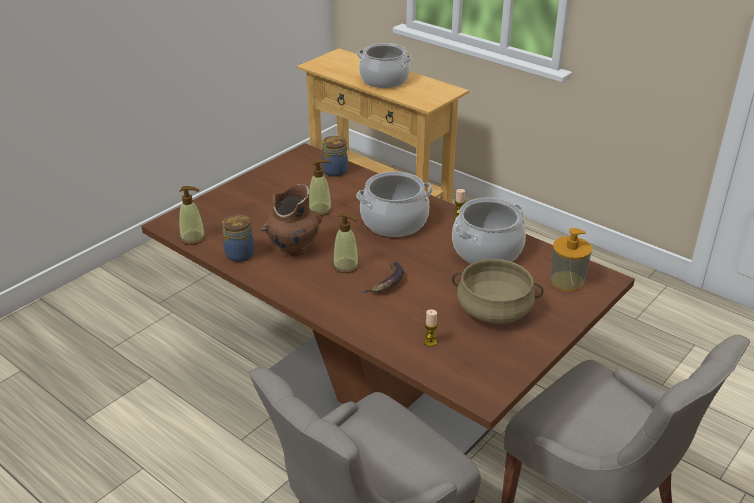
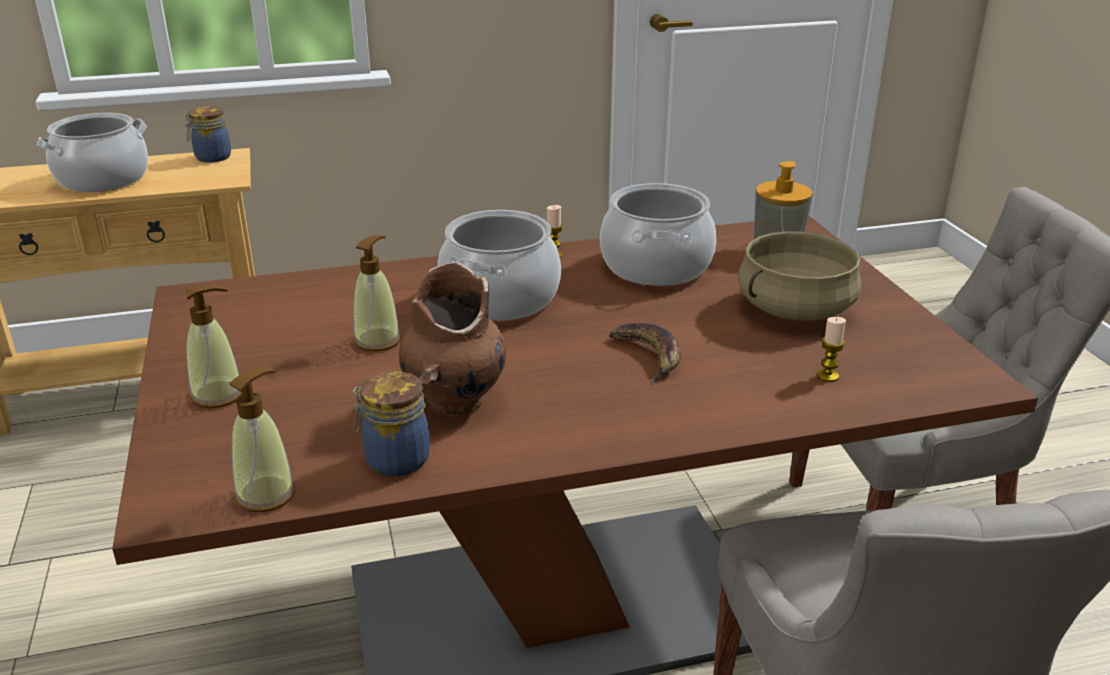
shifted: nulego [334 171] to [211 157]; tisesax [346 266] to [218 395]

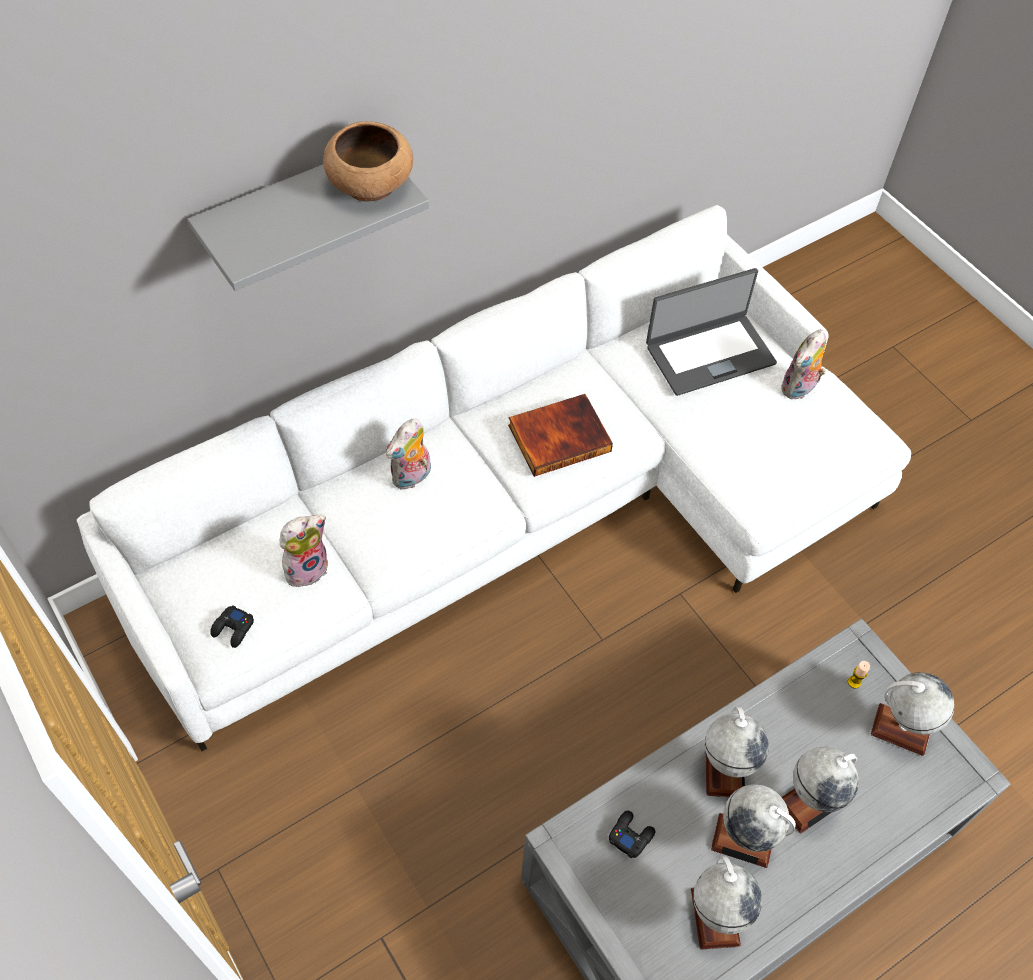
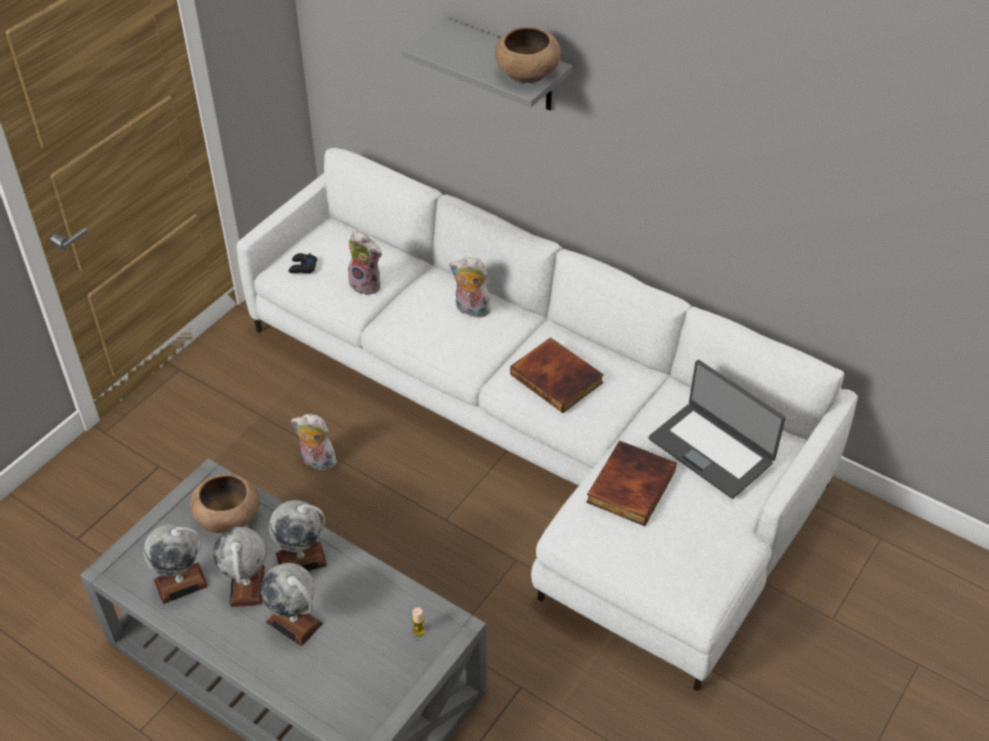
gone: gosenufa [900 729]
new: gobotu [629 485]
shifted: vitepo [799 389] to [316 462]
swapped: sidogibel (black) [630 835] to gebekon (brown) [228 517]

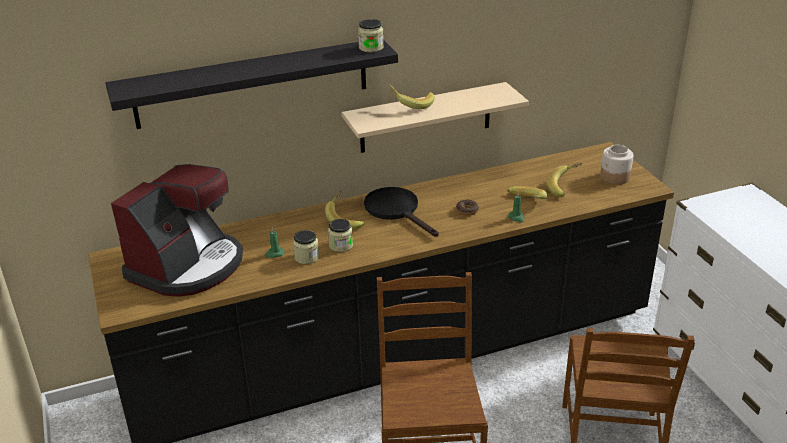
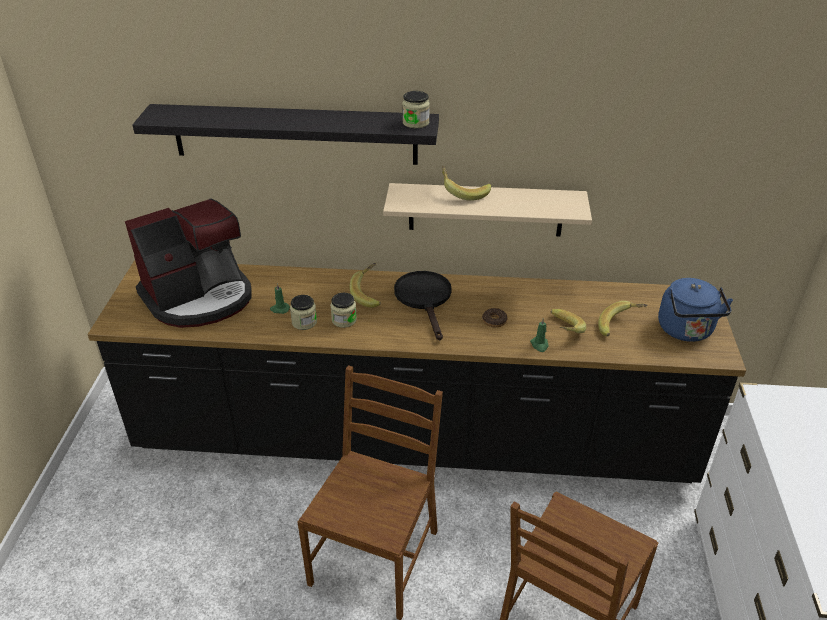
swapped: nulego [614 177] to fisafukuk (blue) [686 331]

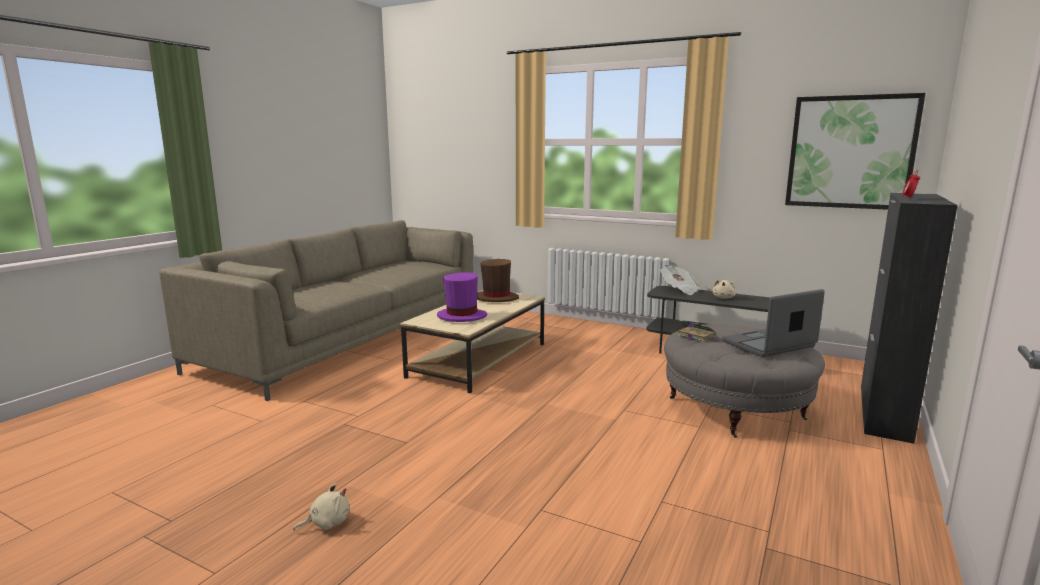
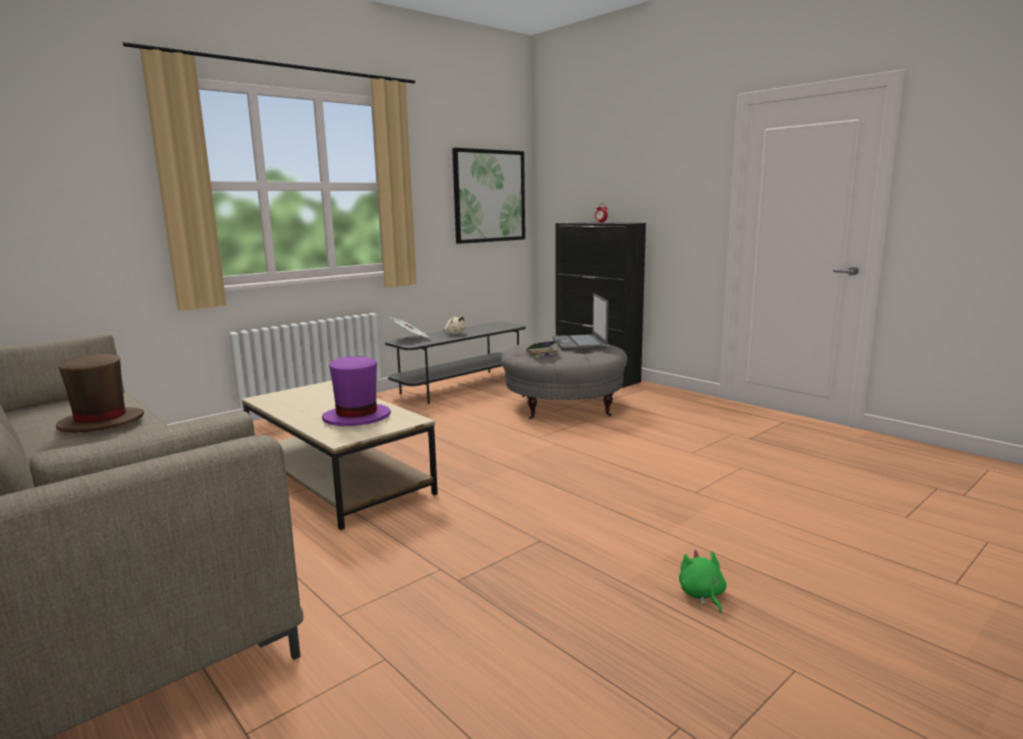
shifted: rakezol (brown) [496 298] to [101 423]
repainted: vitepo (beige) [327 523] to vitepo (green) [702 595]

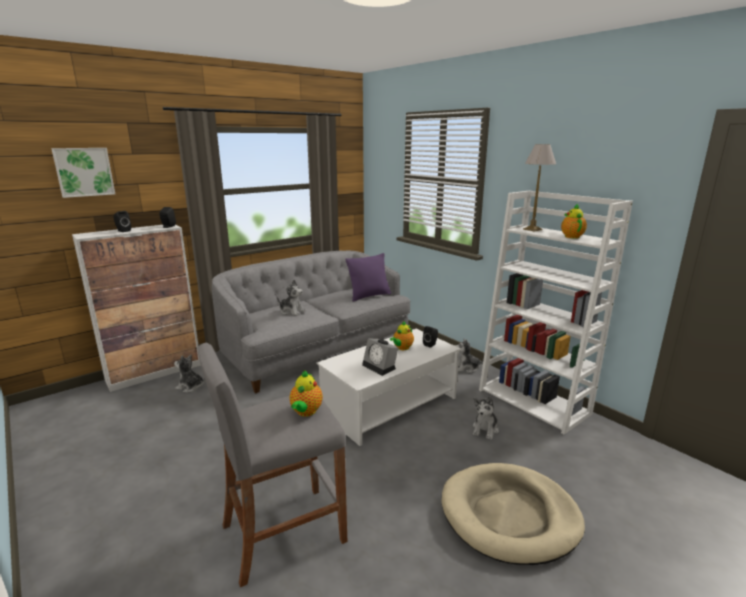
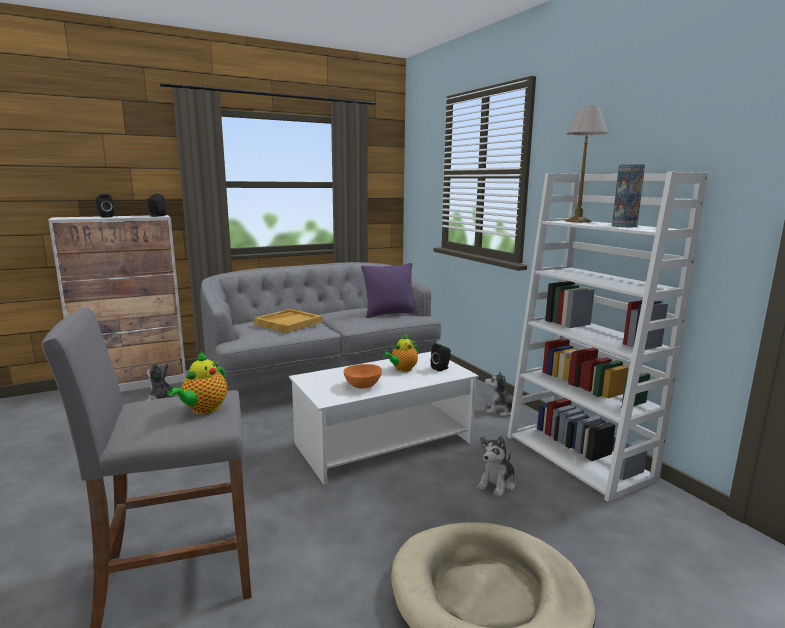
gone: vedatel [84 172]
swapped: vitepo [292 311] to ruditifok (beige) [288 323]; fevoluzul [380 367] to gebekon (orange) [363 386]; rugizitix [571 236] to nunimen [624 226]

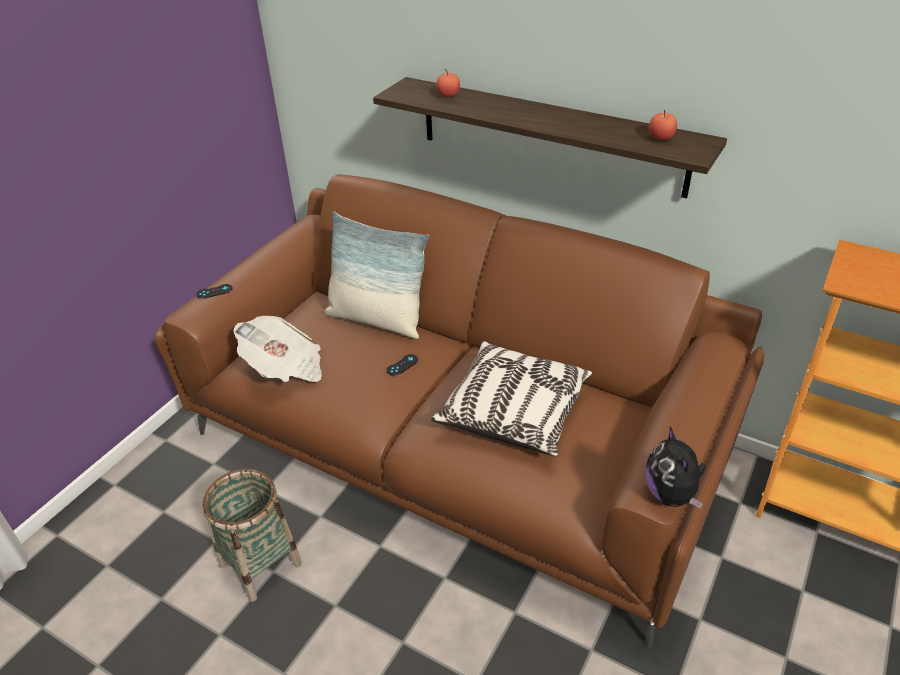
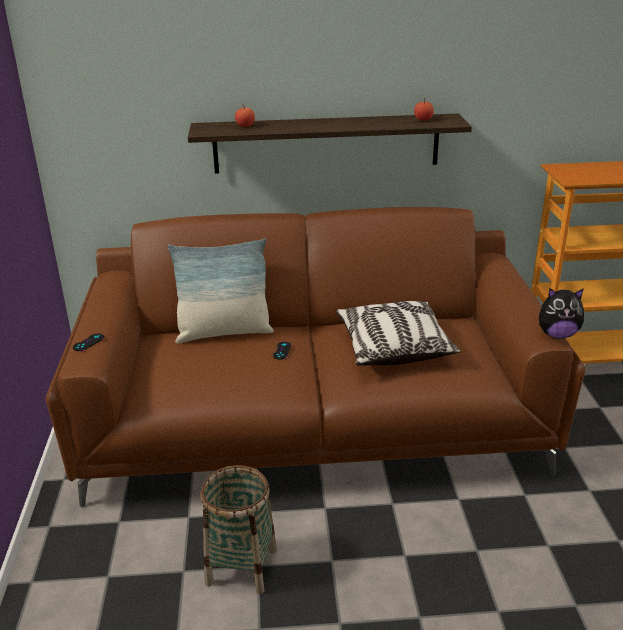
gone: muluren [285 367]
rotated: vitepo [671 494] = [557 335] 45 degrees counterclockwise

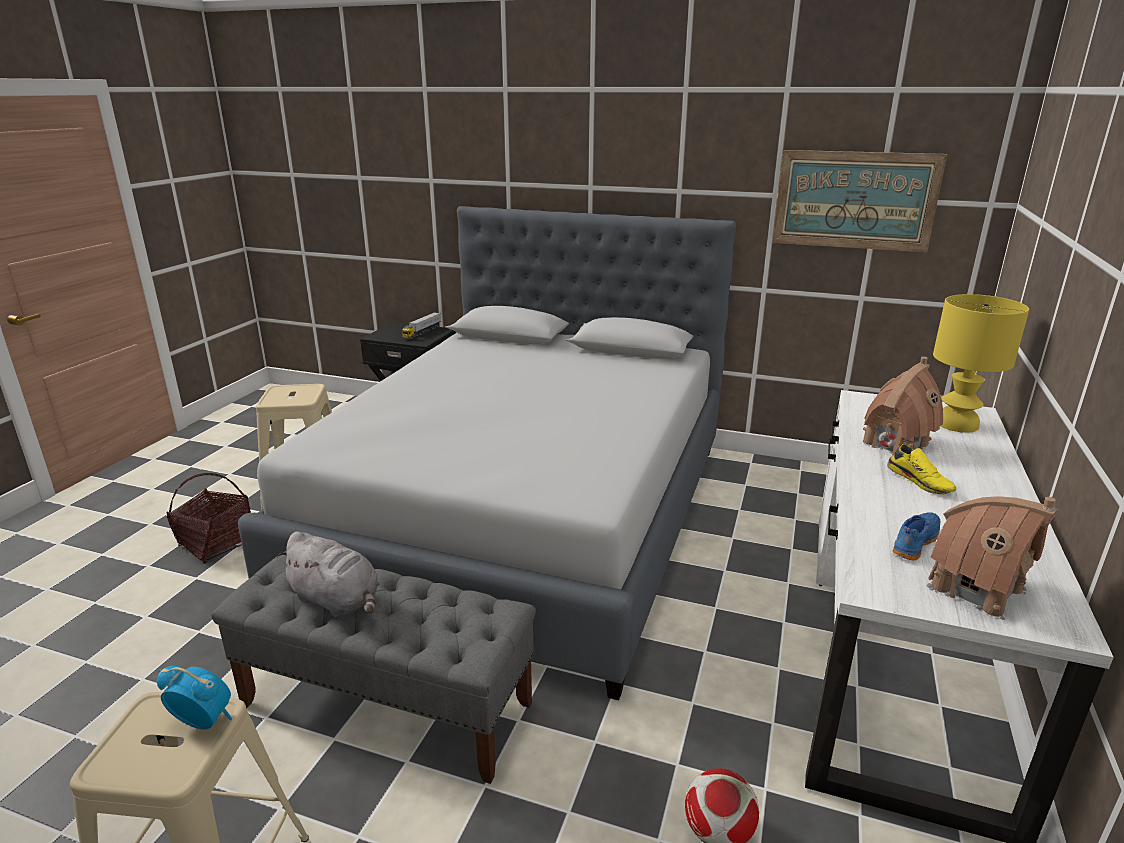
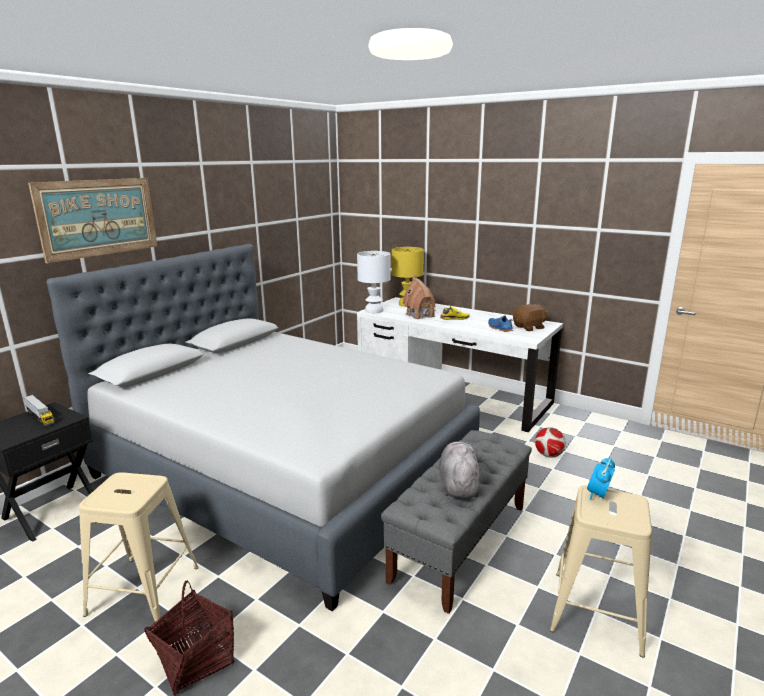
new: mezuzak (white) [374 310]
shifted: vedatel [854 200] to [98 217]
swapped: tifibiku [977 589] to vitepo (brown) [529 327]
rotated: vitepo (grey) [337 600] = [458 485] 45 degrees counterclockwise

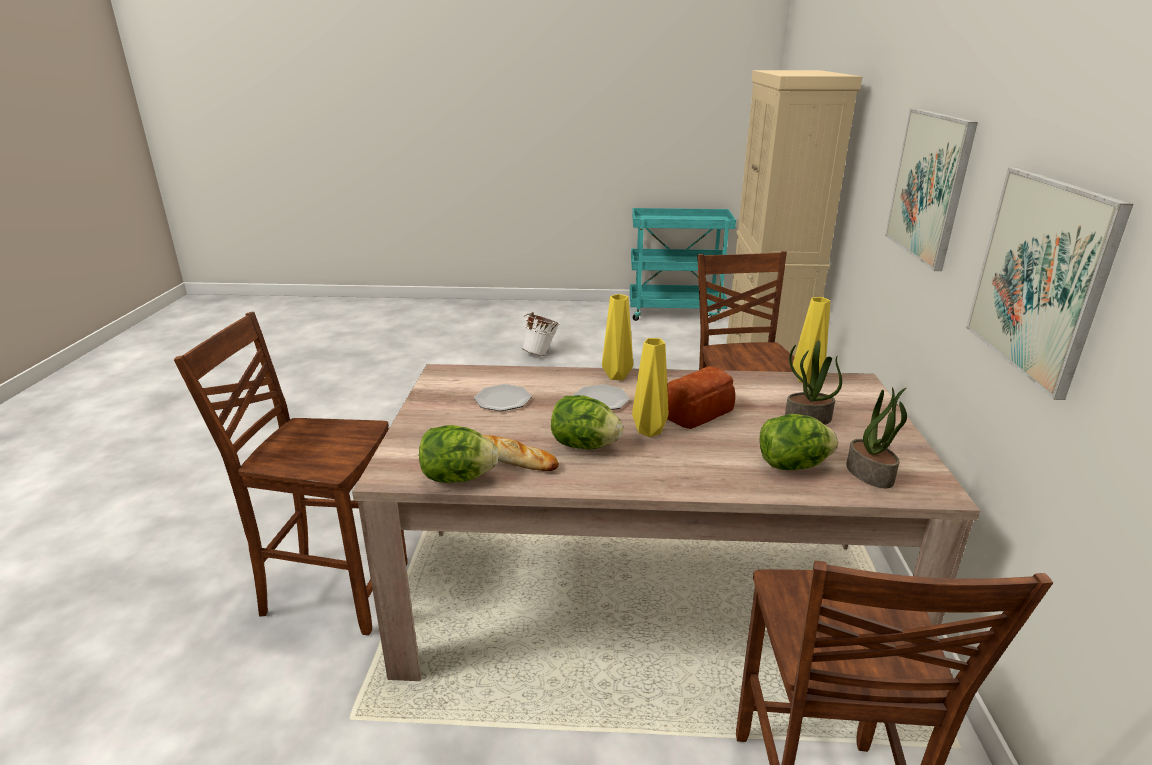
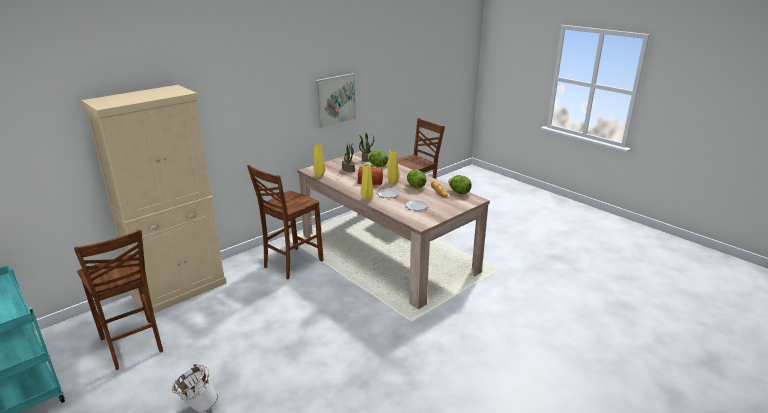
gone: vedatel [929 186]
shifted: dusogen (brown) [332 589] to [132 346]

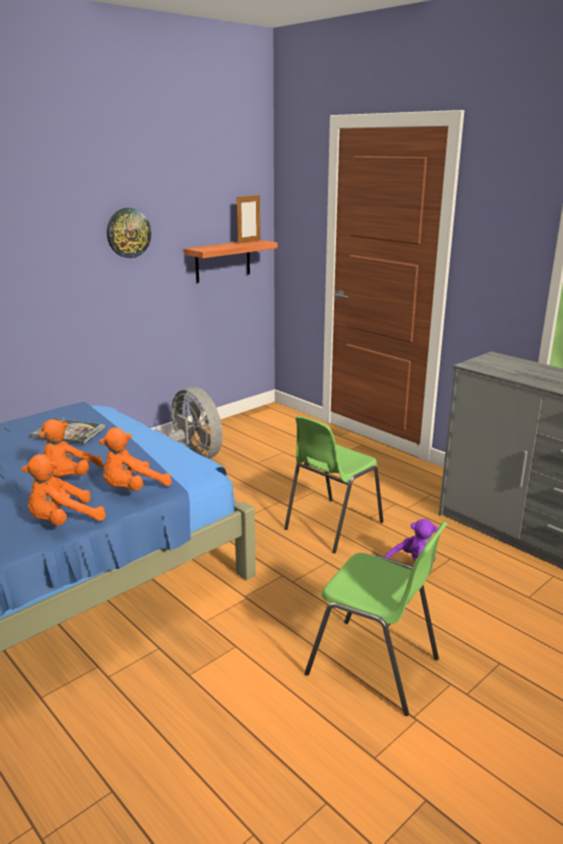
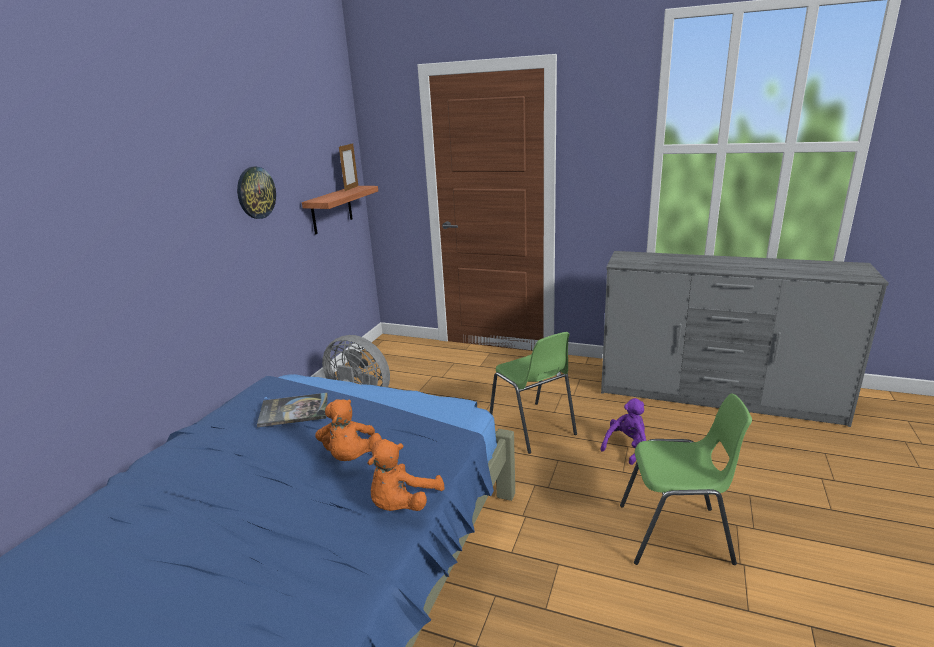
gone: vitepo (orange) [132 489]
rotated: dusogen (green) [332 525] = [532 428] 45 degrees counterclockwise

